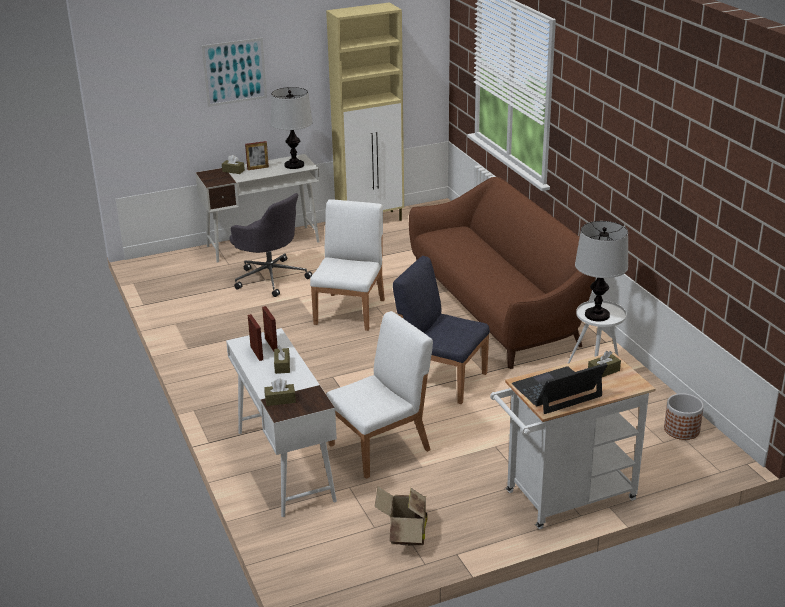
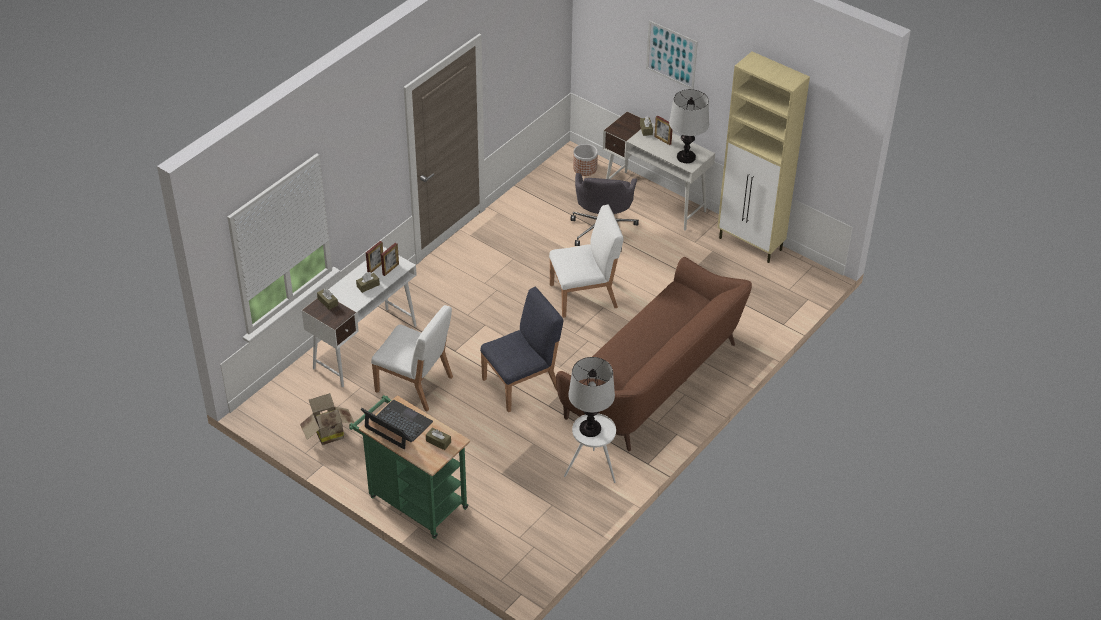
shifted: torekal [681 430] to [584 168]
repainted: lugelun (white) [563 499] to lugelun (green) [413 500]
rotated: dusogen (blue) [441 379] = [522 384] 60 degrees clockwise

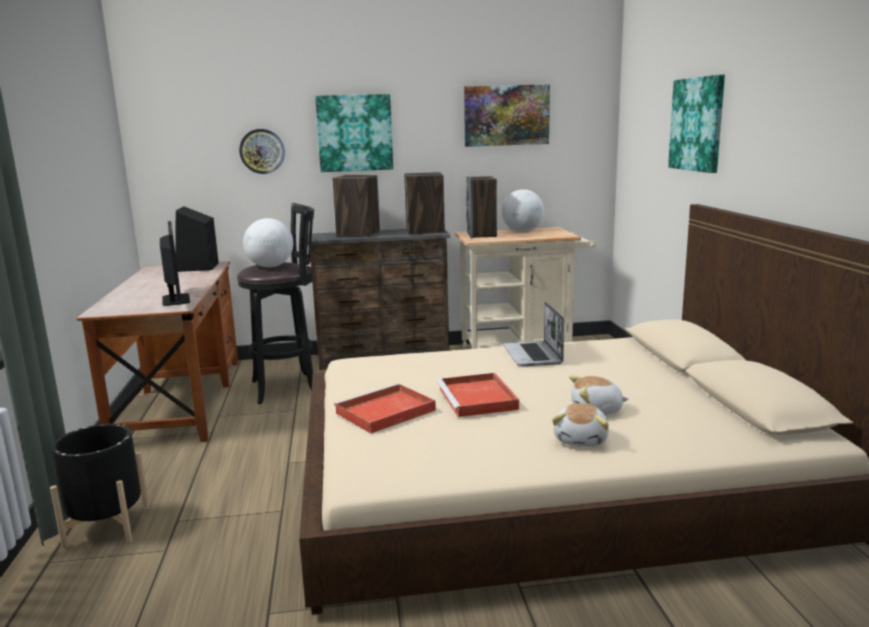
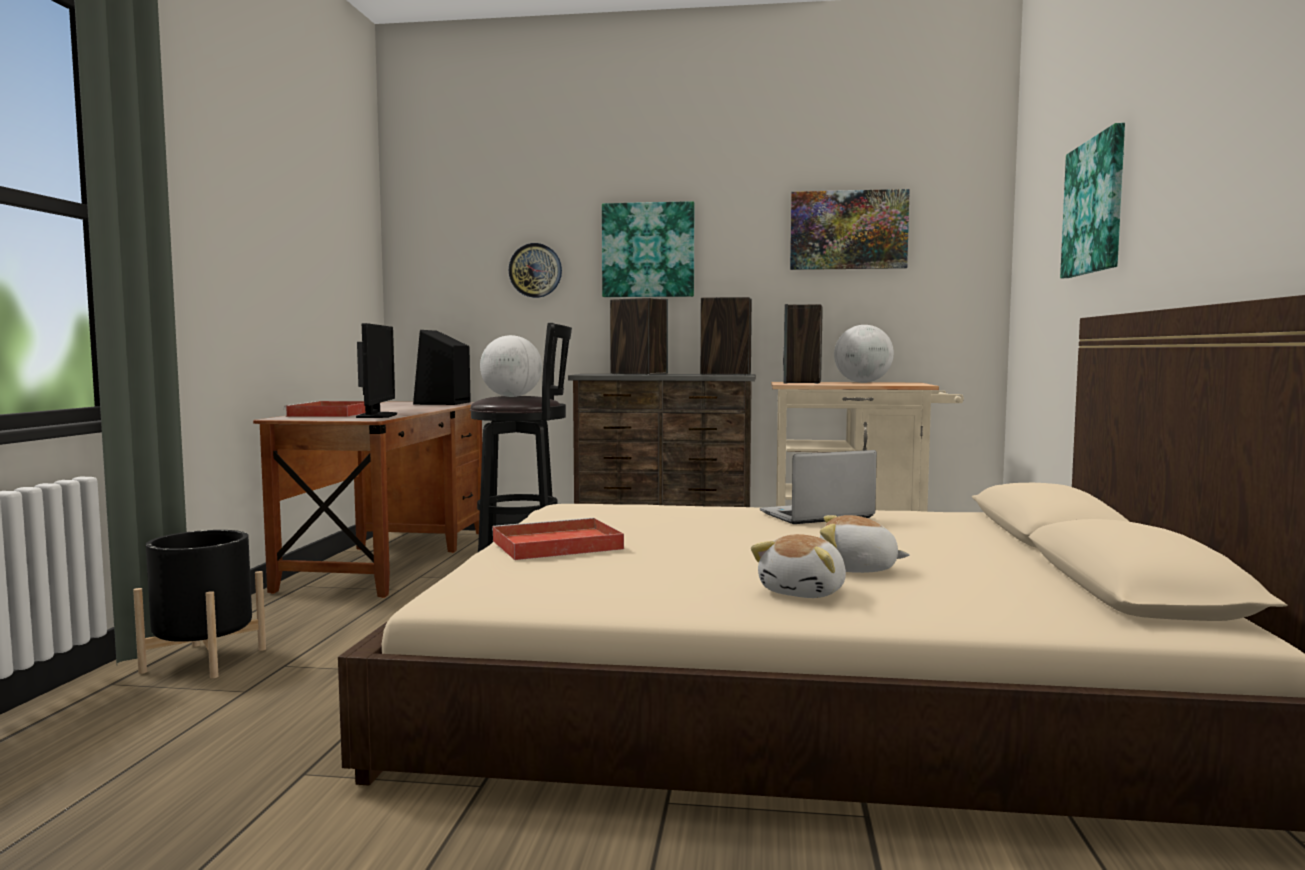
shifted: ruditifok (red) [478 399] to [332 414]
rotated: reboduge [533 355] = [816 516] 60 degrees clockwise

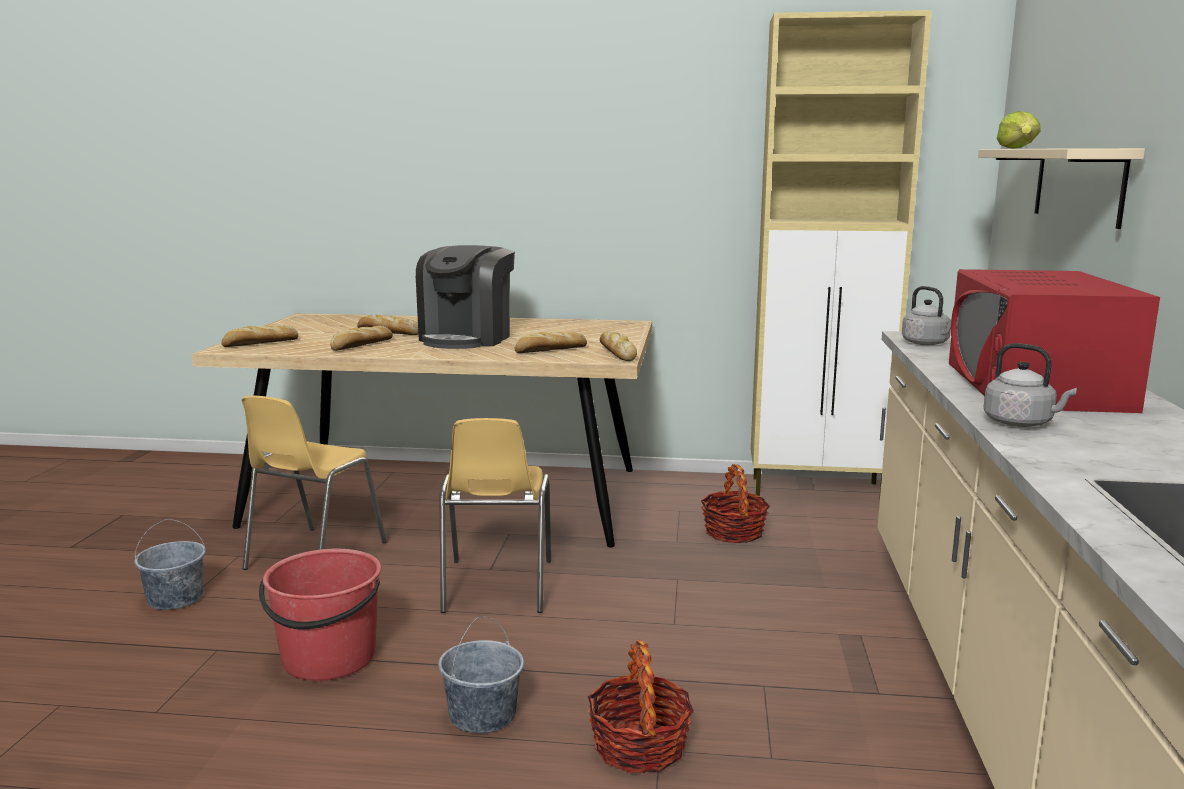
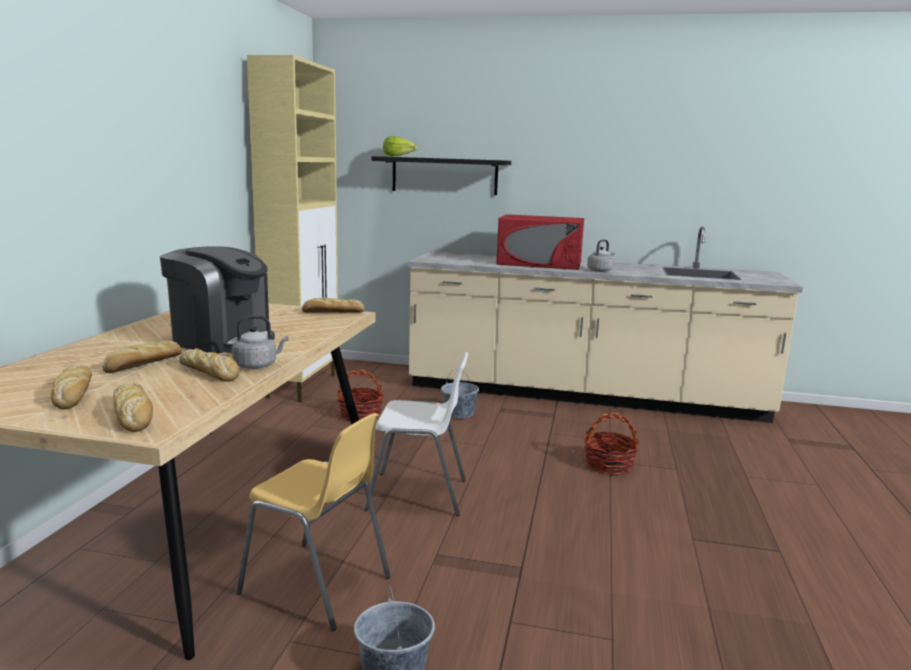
gone: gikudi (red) [328 659]
shifted: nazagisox [550 350] to [73 394]; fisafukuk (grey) [927 343] to [257 365]; gikudi (grey) [482 715] to [459 413]
repainted: dusogen (yellow) [496 586] to dusogen (white) [418 495]; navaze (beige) [1078 184] to navaze (black) [444 175]

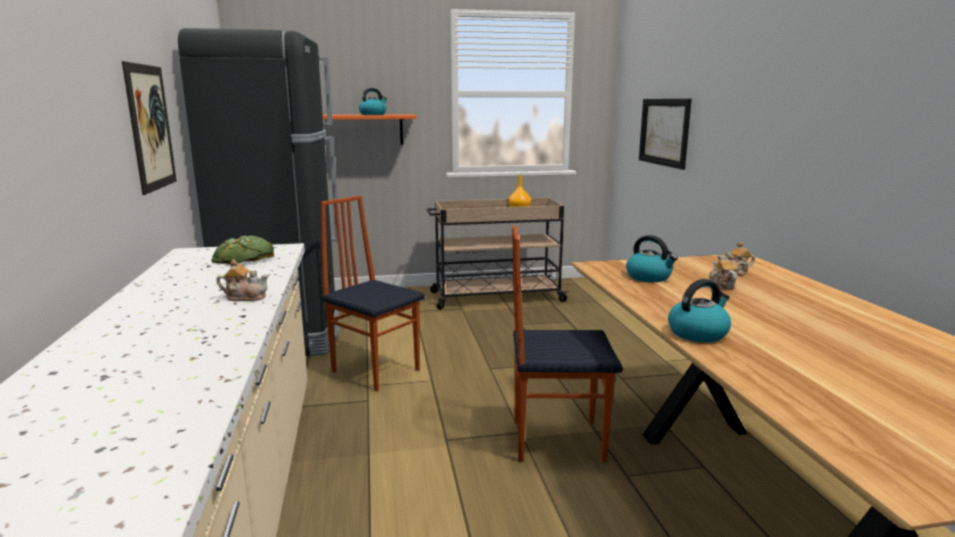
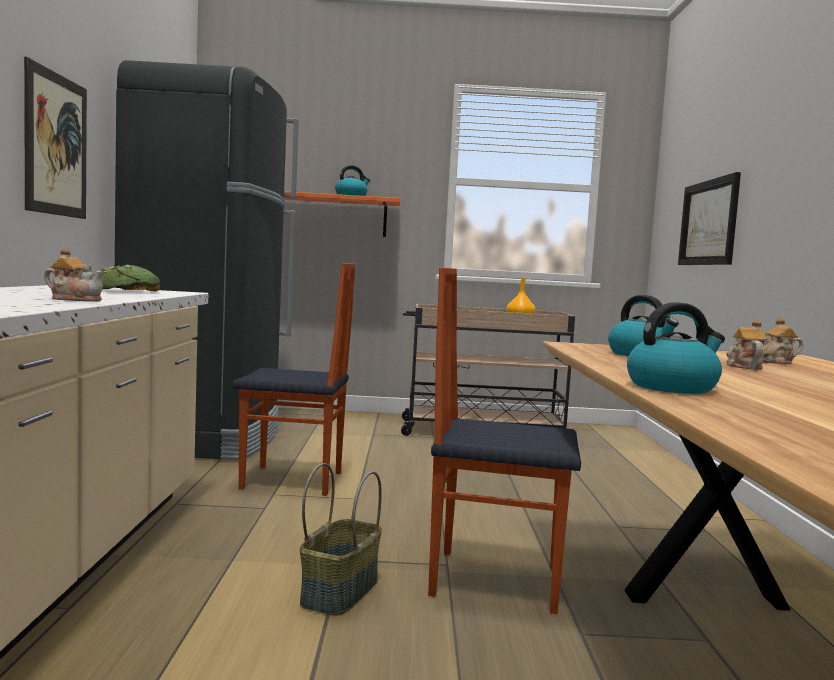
new: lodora [339 591]
rotated: dusogen [376 370] = [292 481] 135 degrees clockwise

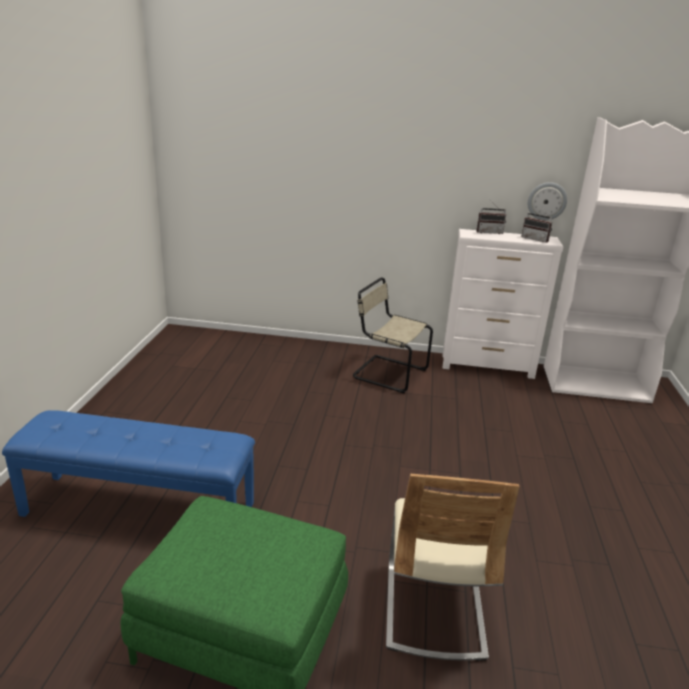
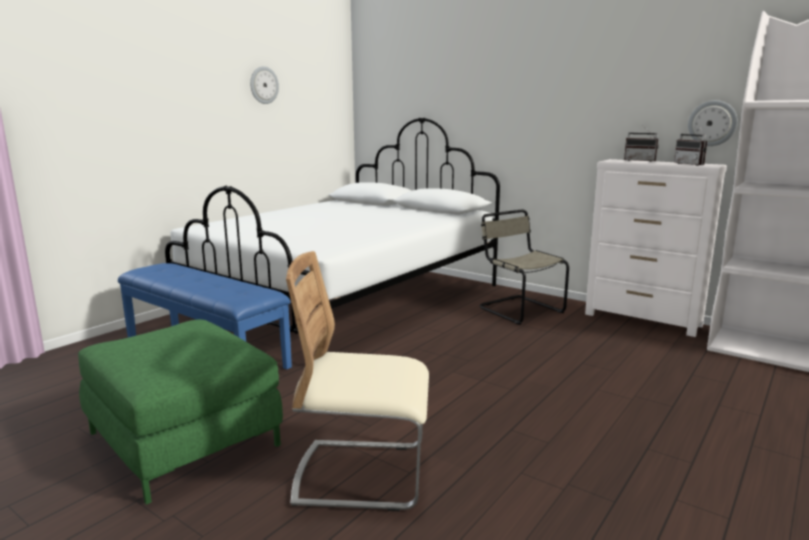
new: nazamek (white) [347 300]; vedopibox [263 85]
rotated: dusogen (beige) [433 608] = [362 475] 60 degrees clockwise

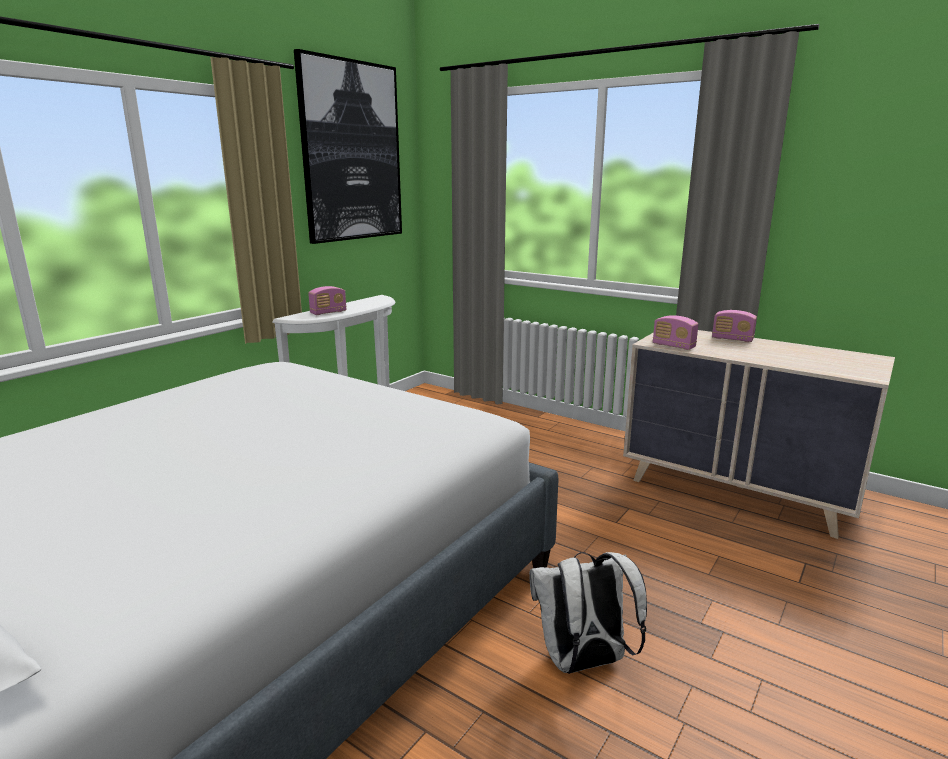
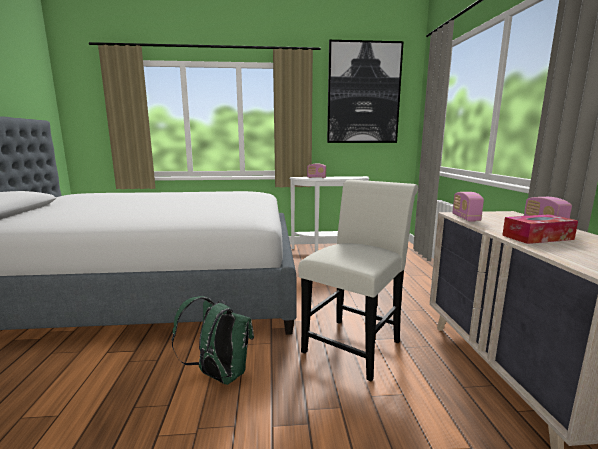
new: dusogen (white) [355 343]; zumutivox [537 237]
repainted: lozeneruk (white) [583 663] to lozeneruk (green) [218 375]

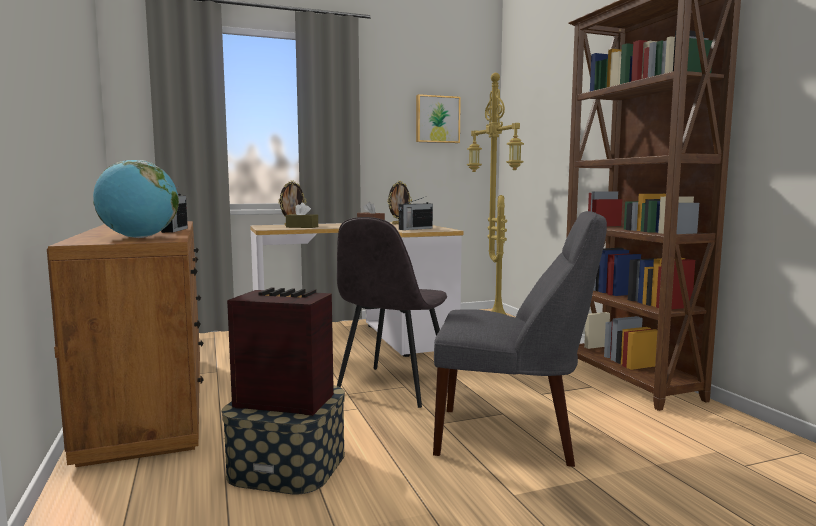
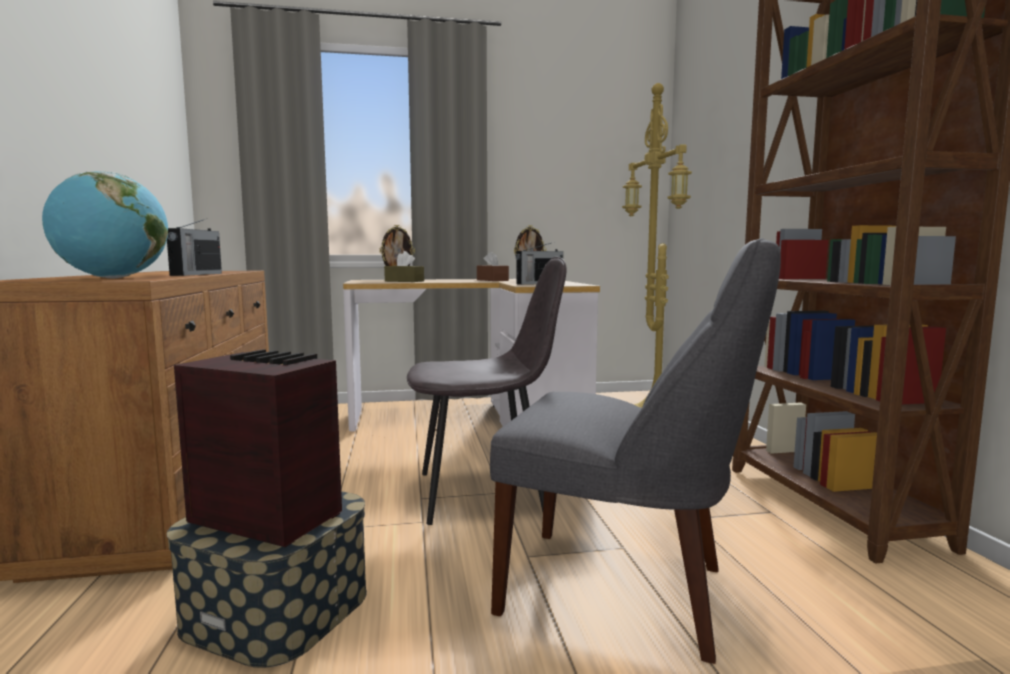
gone: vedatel [437 119]
rotated: dusogen (grey) [393 387] = [485 493] 135 degrees counterclockwise

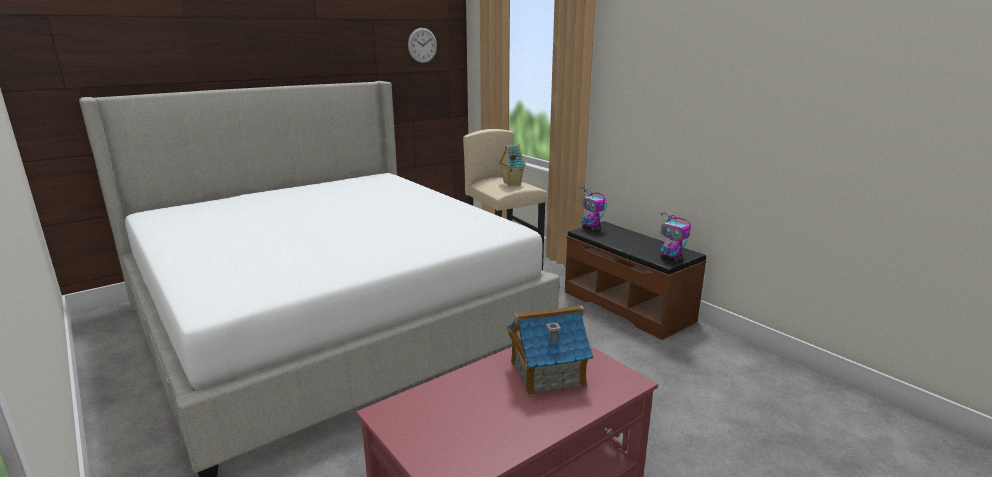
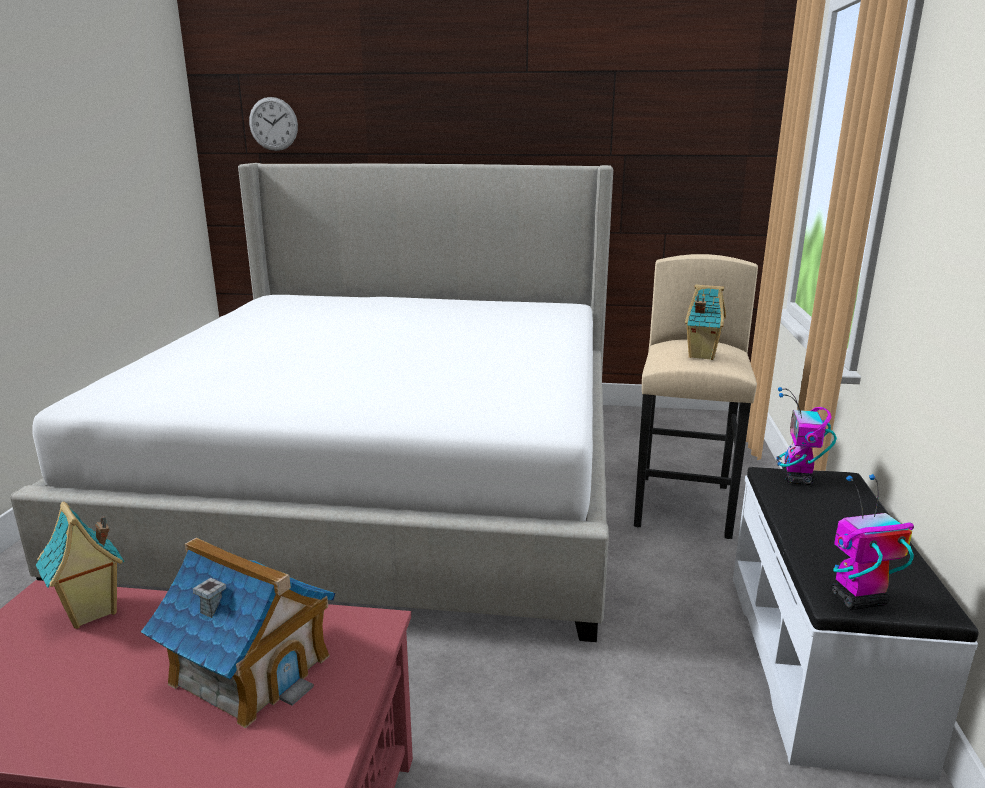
new: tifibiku [91 613]
shifted: vedopibox [422 45] to [273 124]
repainted: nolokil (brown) [628 306] to nolokil (white) [819 662]
rotated: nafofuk [671 259] = [857 600] 75 degrees clockwise

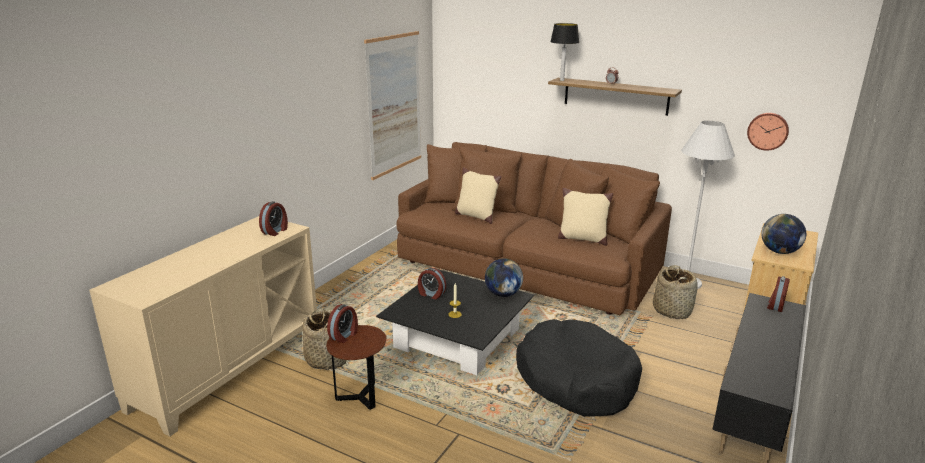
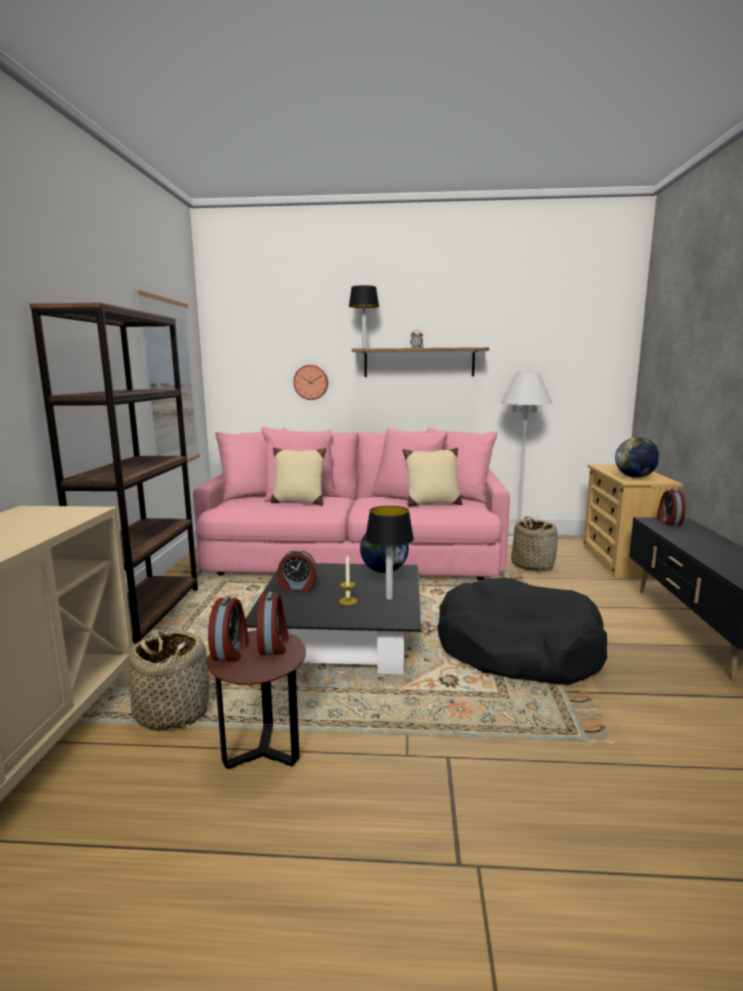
new: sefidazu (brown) [145 616]; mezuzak [389 598]
shifted: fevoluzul [275 231] to [274 645]; vedopibox [768 131] to [311 382]
repainted: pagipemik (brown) [526 264] to pagipemik (pink) [355 554]

